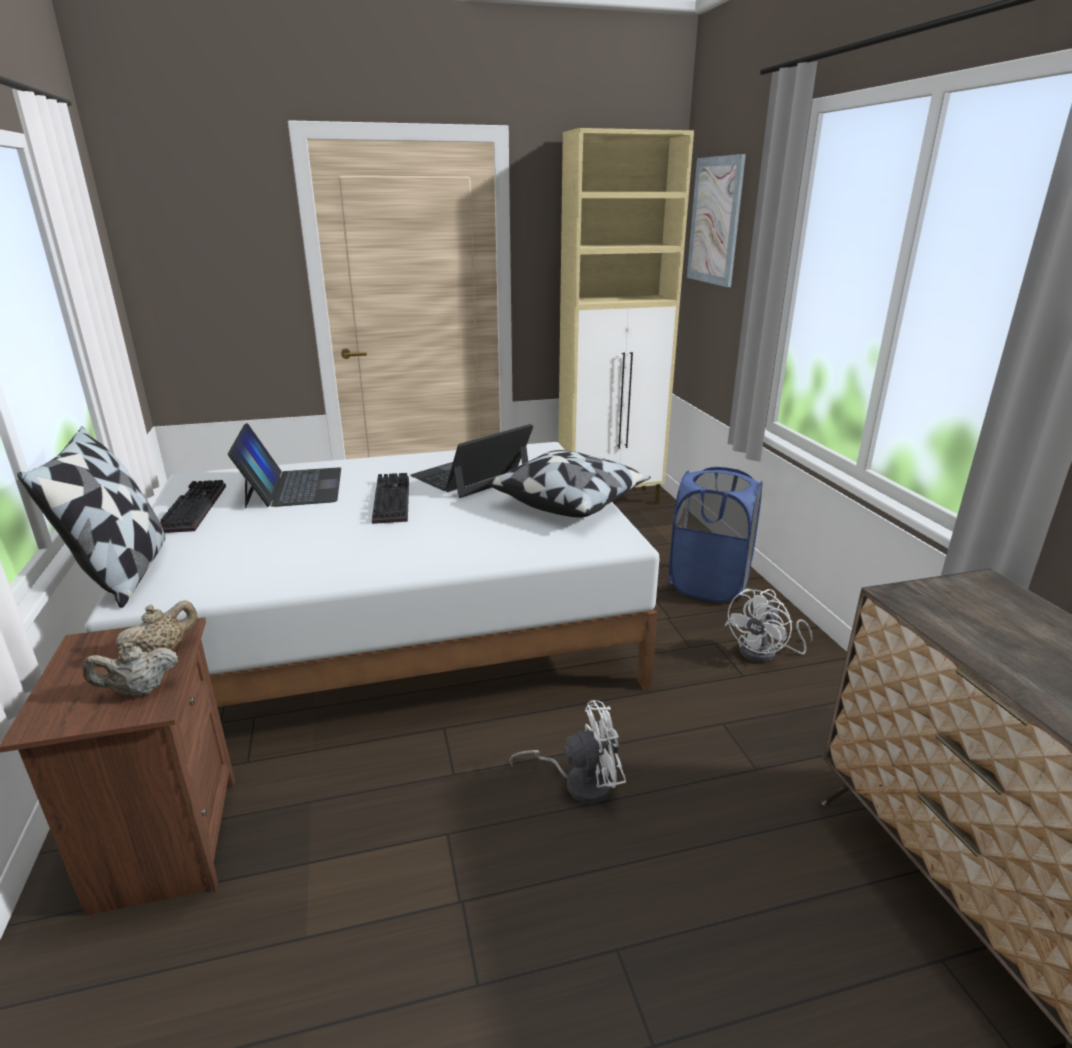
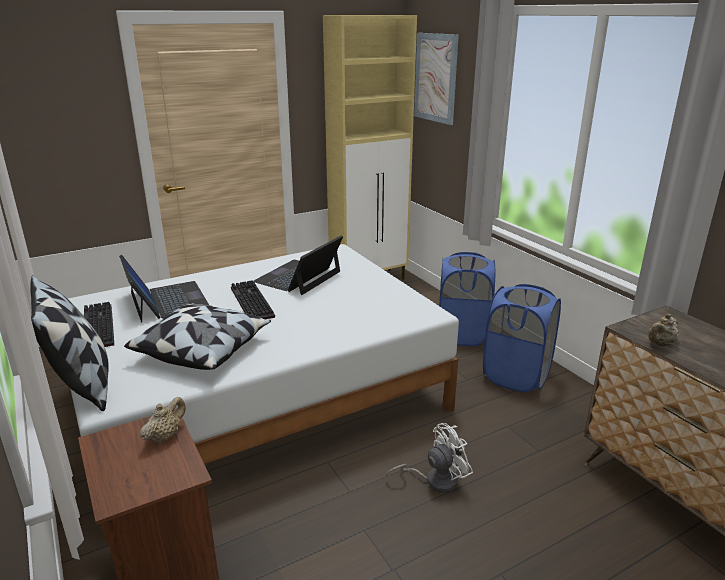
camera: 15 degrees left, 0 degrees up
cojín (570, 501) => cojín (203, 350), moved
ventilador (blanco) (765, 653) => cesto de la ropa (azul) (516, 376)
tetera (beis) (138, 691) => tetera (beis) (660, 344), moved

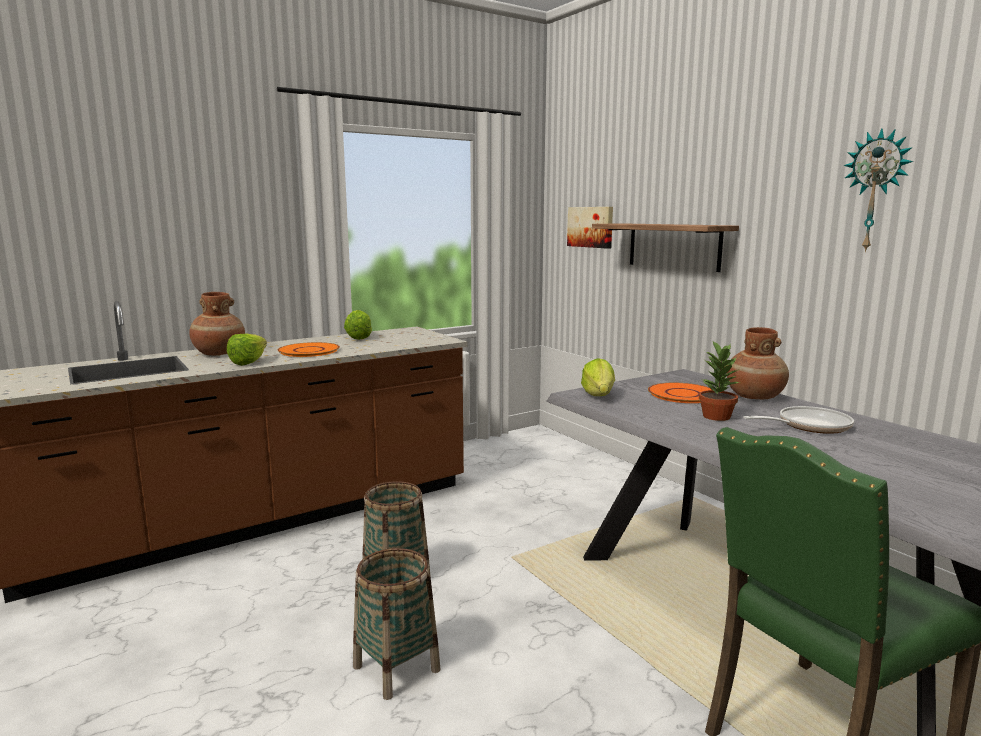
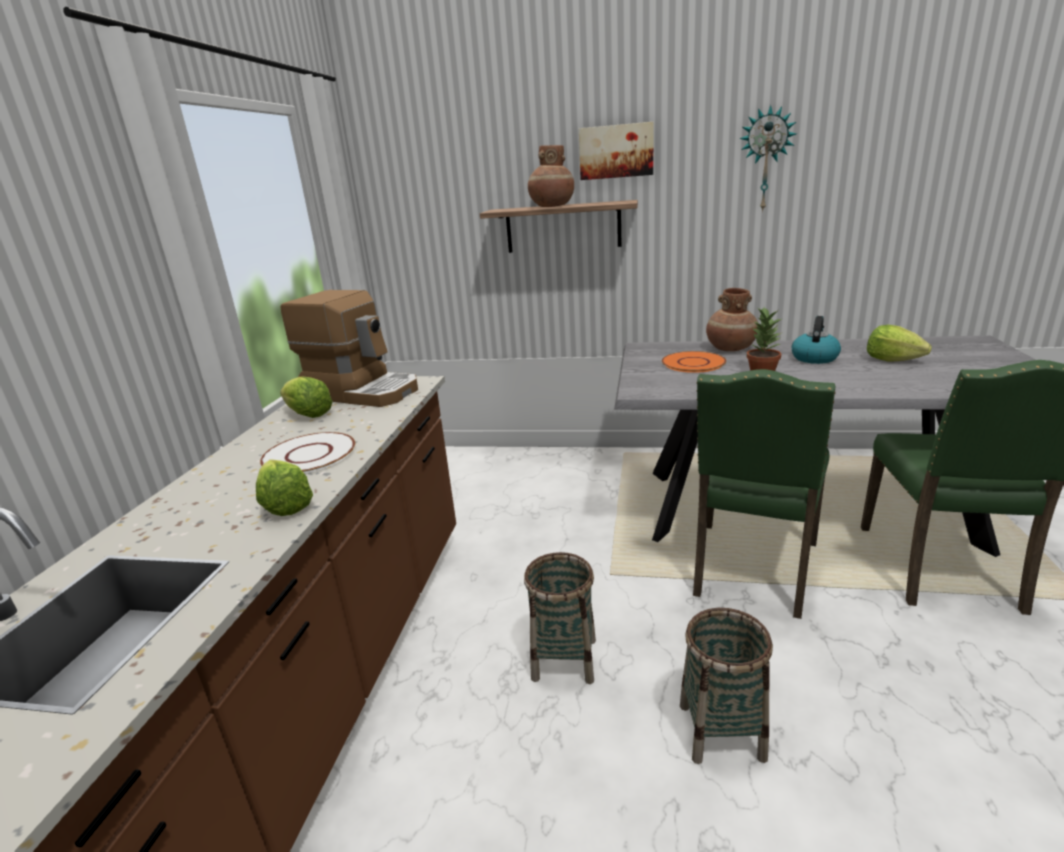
camera: 45 degrees left, 10 degrees up
plato (naranja) (308, 351) => plato (blanco) (309, 455)
nothing => cafetera (363, 391)
florero (marrón) (219, 353) => florero (marrón) (551, 206), moved
cuadro (591, 227) => cuadro (616, 151), moved
nothing => silla (verde) (752, 570)
sartén (808, 426) => hervidor (814, 358)
lechuga (598, 395) => lechuga (892, 360), moved

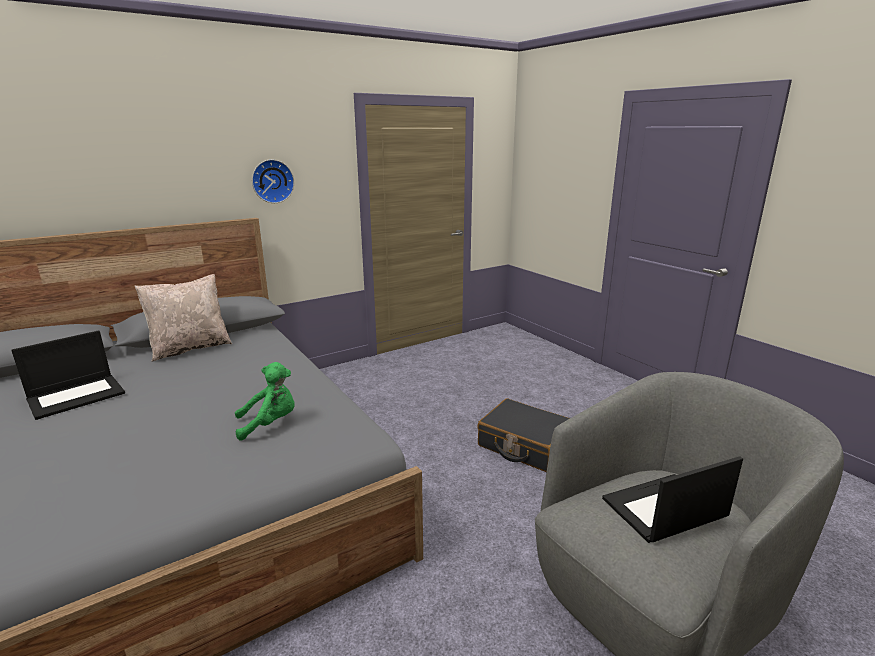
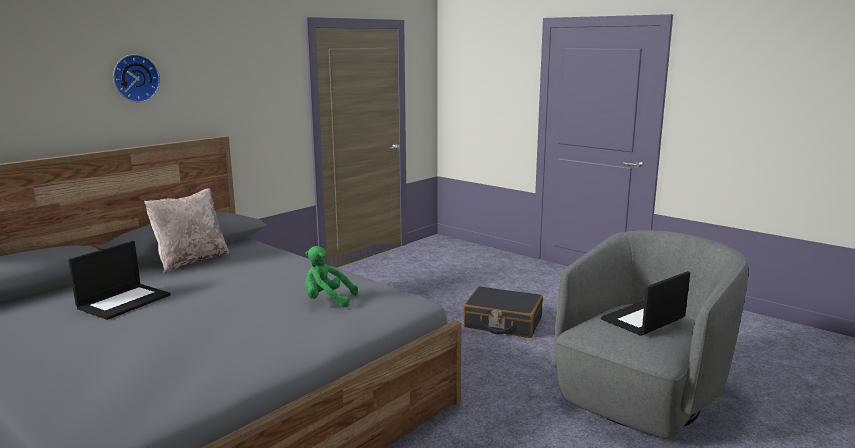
camera: 15 degrees left, 5 degrees down
reloj de pared (272, 181) => reloj de pared (135, 78), moved
peluche (verde) (270, 423) => peluche (verde) (327, 300), 135 degrees counterclockwise

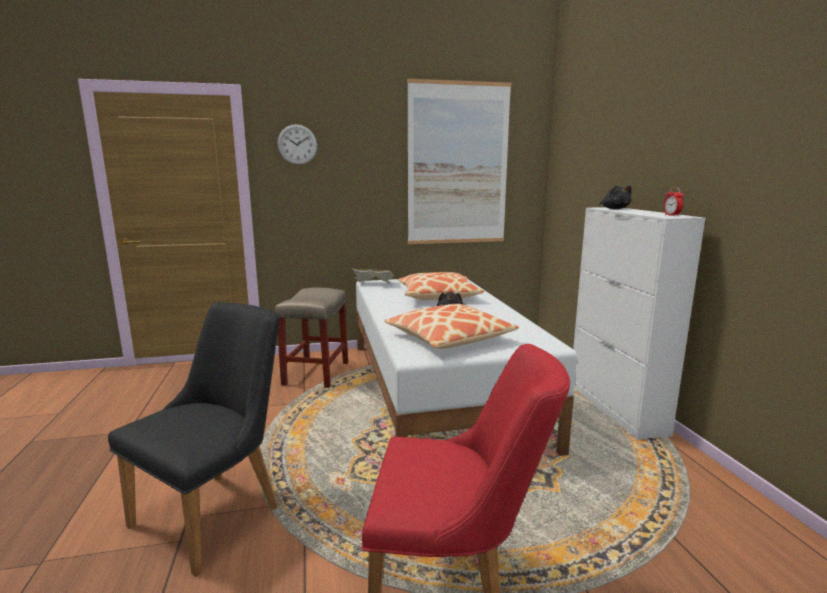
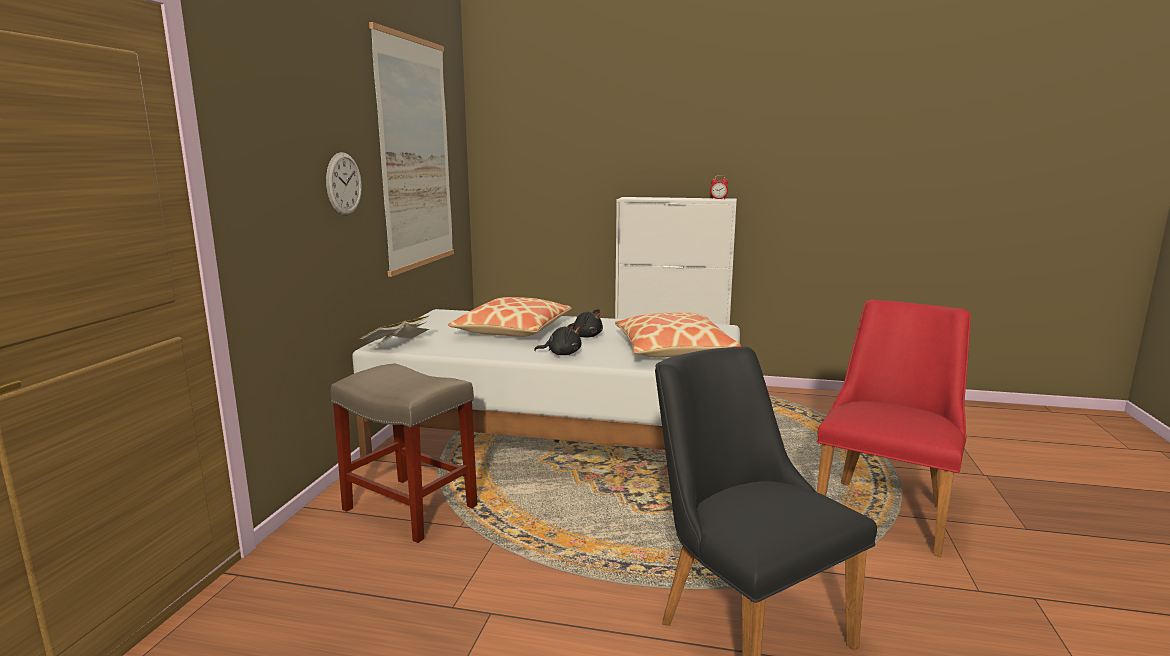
camera: 65 degrees left, 0 degrees up
reloj de pared (297, 144) => reloj de pared (344, 184), moved
peluche (negro) (614, 209) => peluche (negro) (561, 354), moved

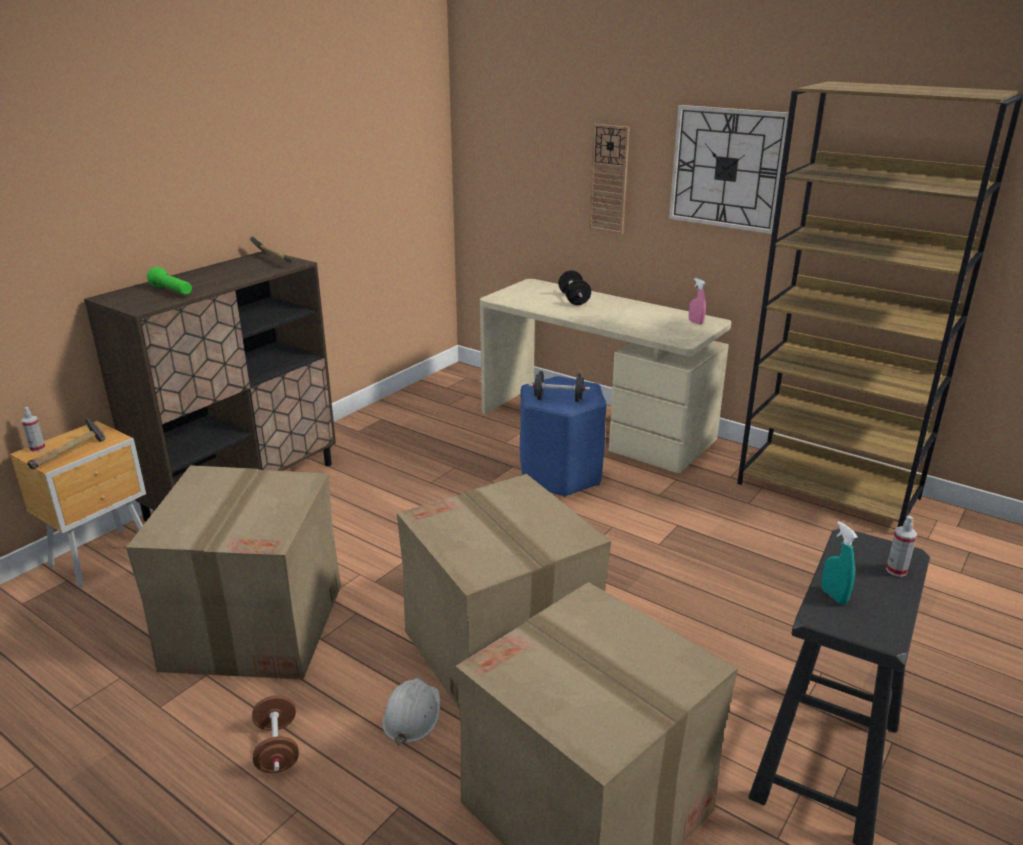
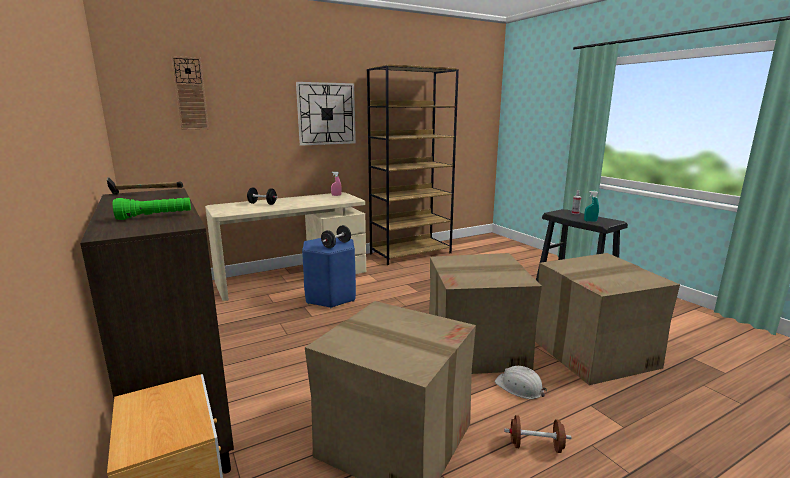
camera: 65 degrees left, 10 degrees down
reloj de pared (609, 179) => reloj de pared (190, 94), moved
pulverizador (37, 448) => nothing
martillo (70, 455) => nothing

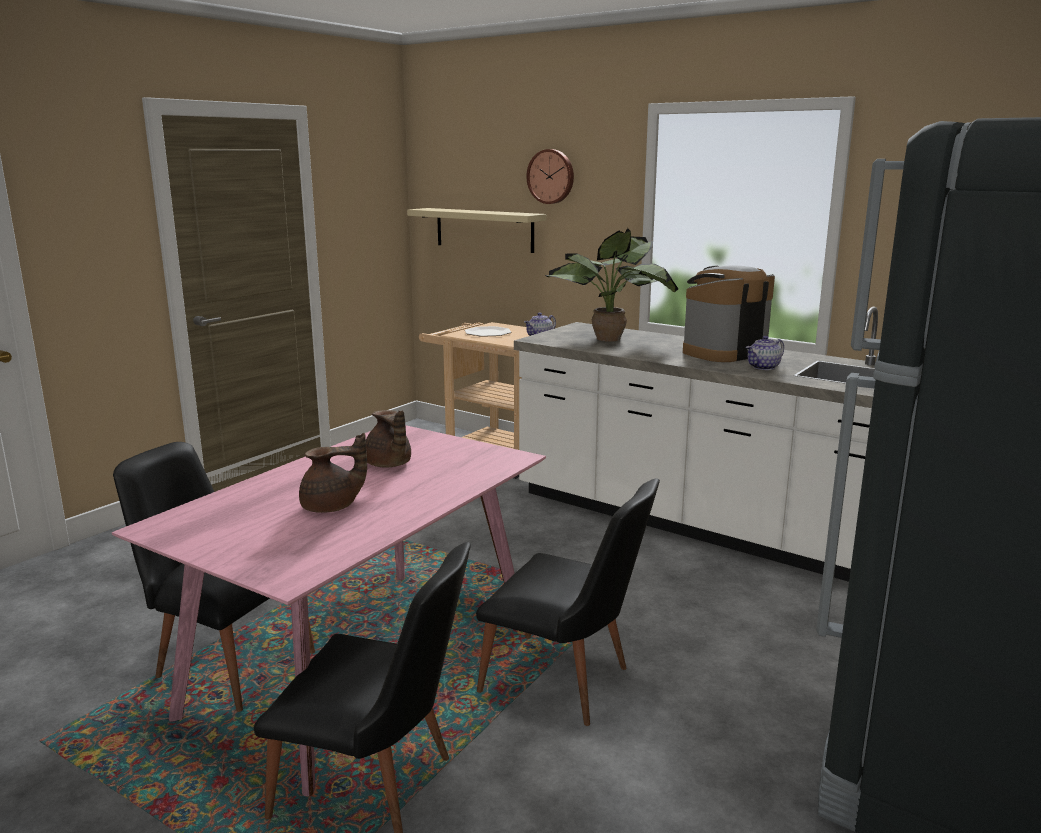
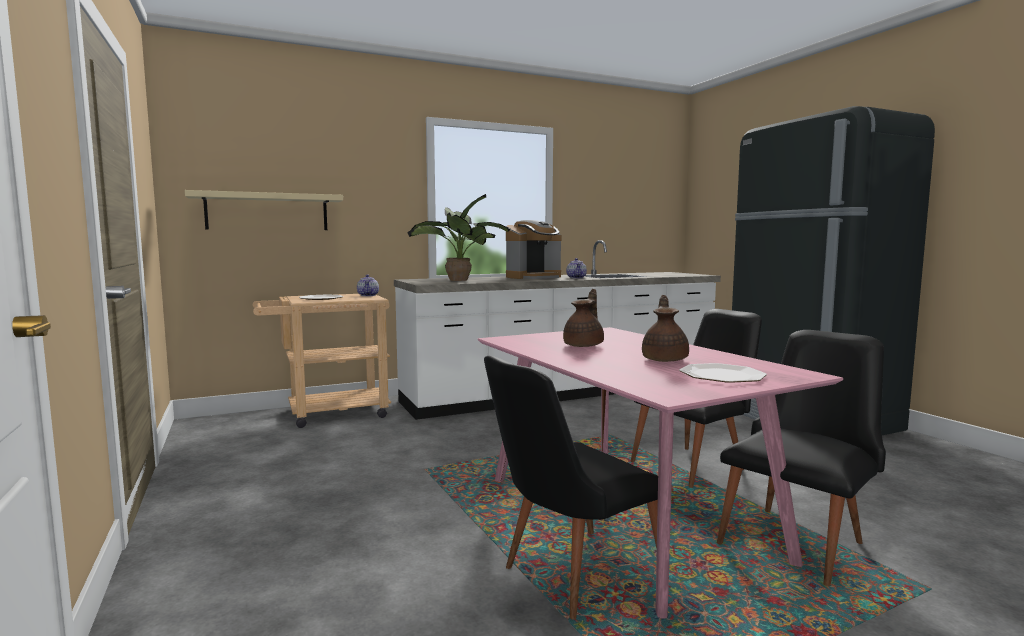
camera: 60 degrees left, 10 degrees down
cafetera (723, 352) => cafetera (534, 277), 120 degrees counterclockwise
tetera (marrón) (388, 465) => tetera (marrón) (584, 345), 60 degrees counterclockwise
nothing => plato (722, 375)
reloj de pared (551, 176) => nothing

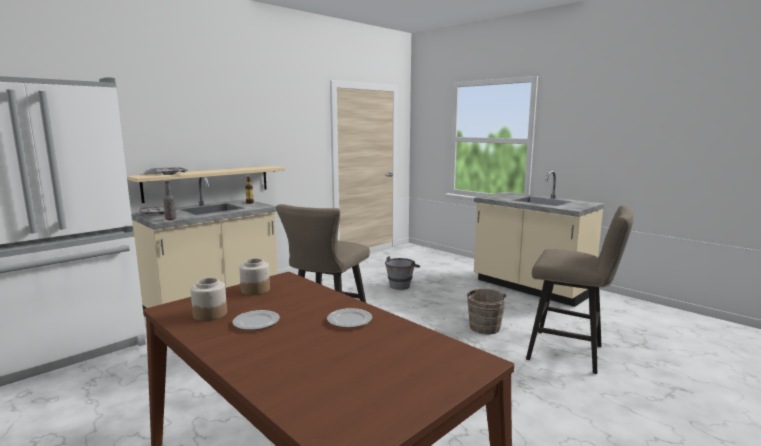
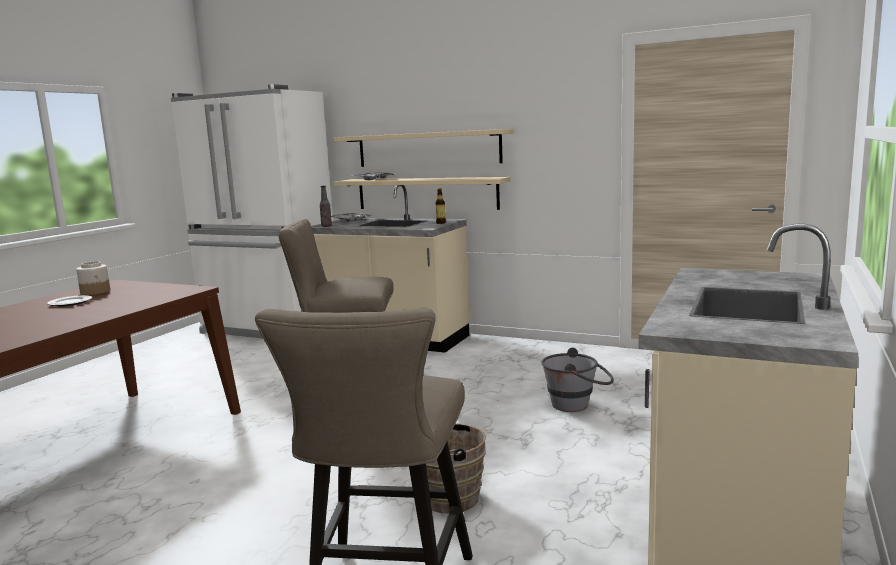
camera: 70 degrees right, 0 degrees up
nothing => estante (beis) (428, 149)
tarro (255, 290) => nothing
plato (350, 320) => nothing

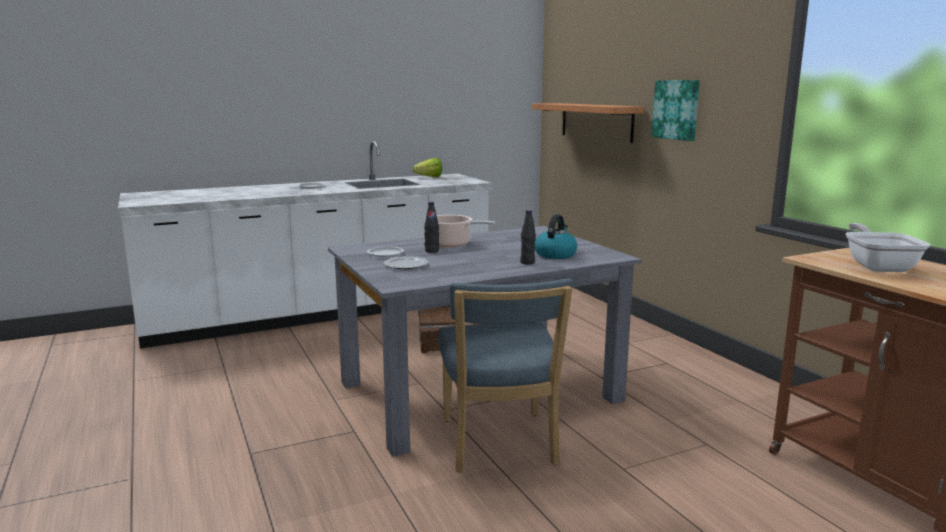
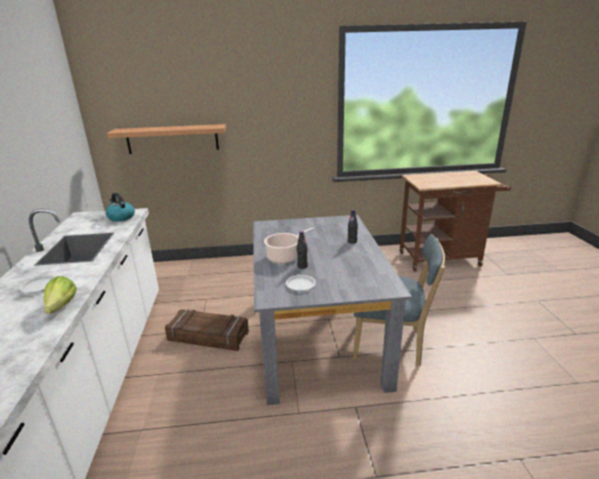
camera: 70 degrees left, 10 degrees up
lechuga (426, 177) => lechuga (59, 309), moved
hervidor (555, 254) => hervidor (121, 217), moved
plato (406, 265) => nothing
cuadro (677, 109) => nothing
sartén (878, 266) => nothing

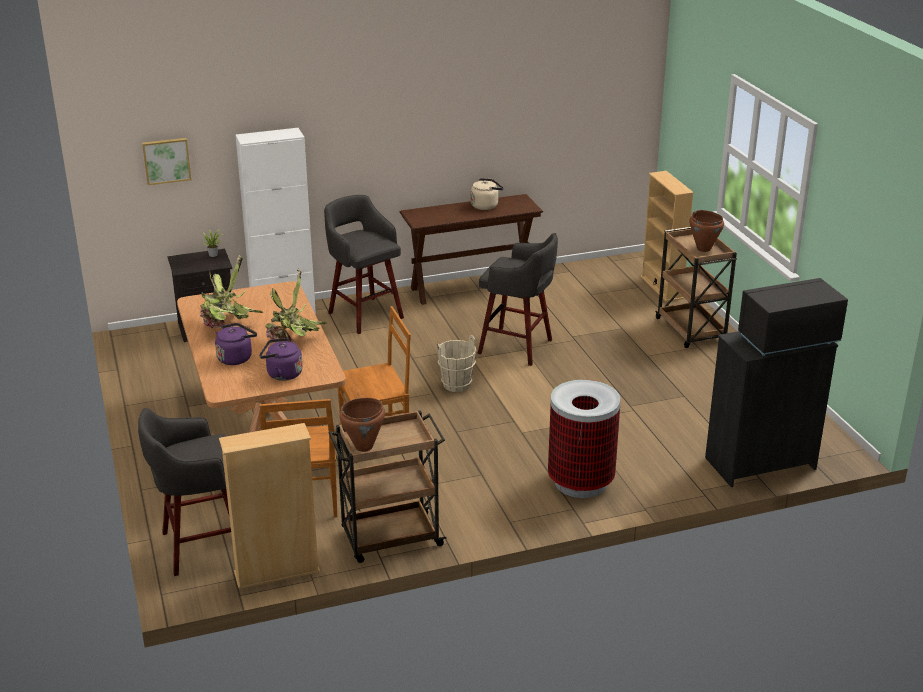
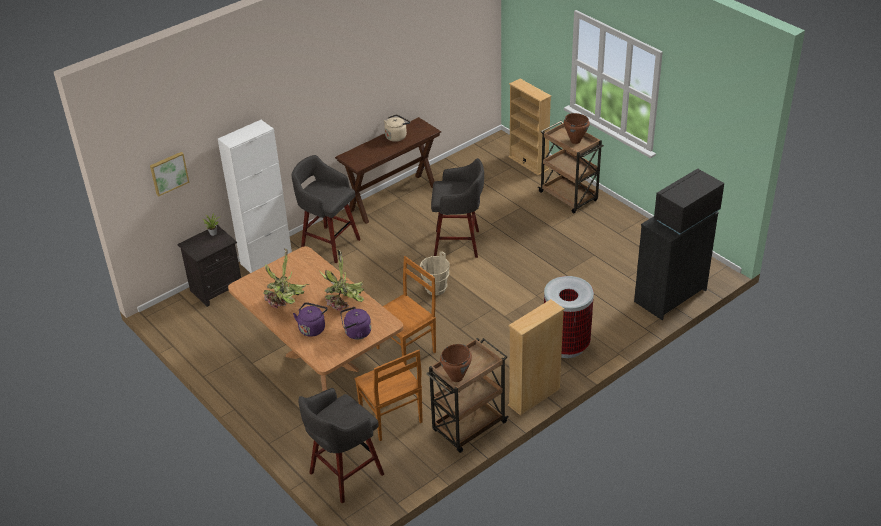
camera: 20 degrees left, 10 degrees up
estantería (beis) (277, 572) => estantería (beis) (534, 397), moved

